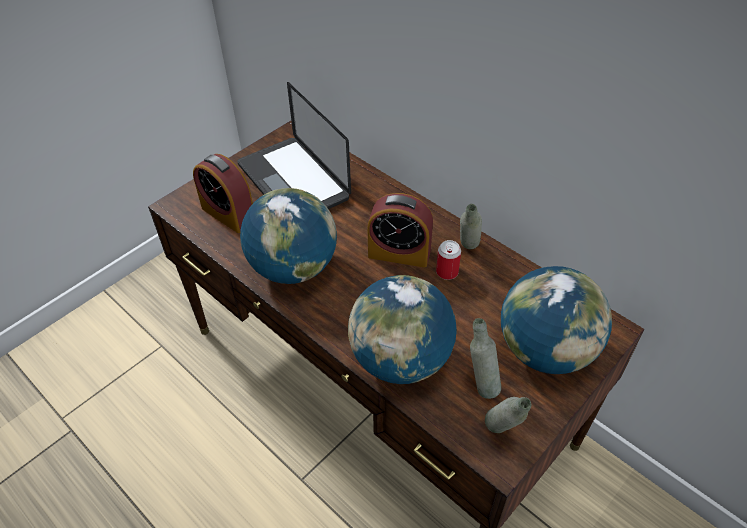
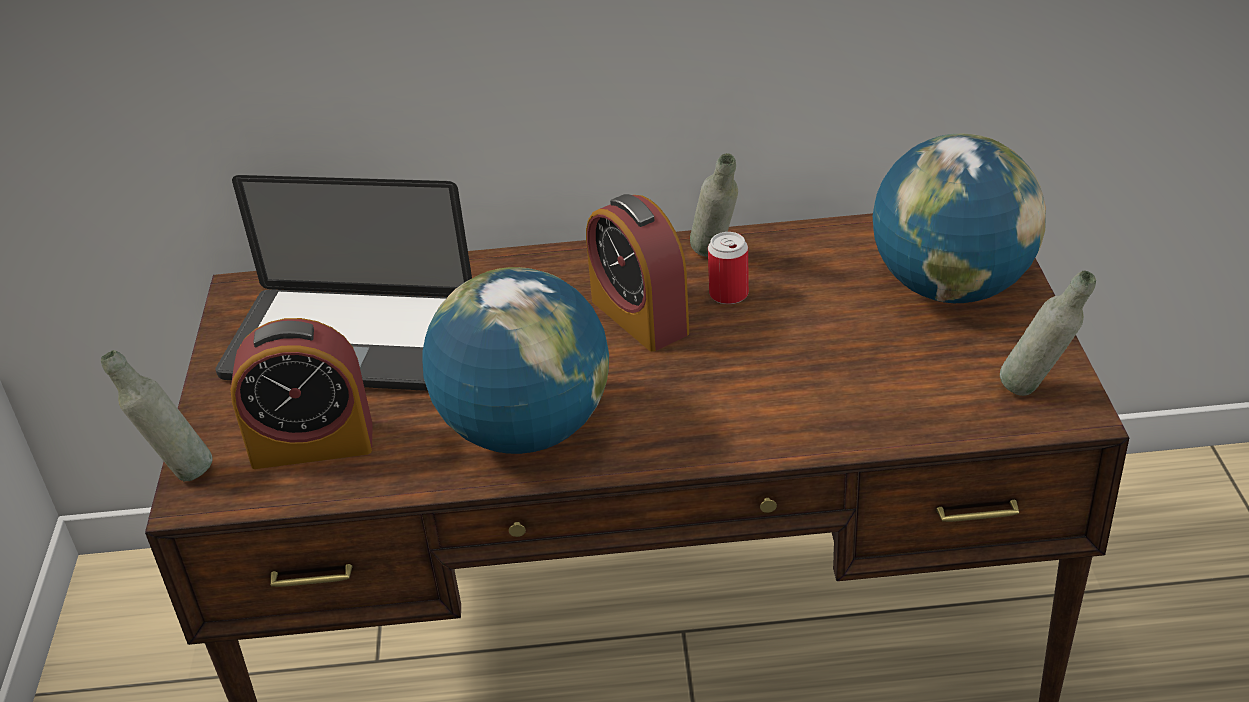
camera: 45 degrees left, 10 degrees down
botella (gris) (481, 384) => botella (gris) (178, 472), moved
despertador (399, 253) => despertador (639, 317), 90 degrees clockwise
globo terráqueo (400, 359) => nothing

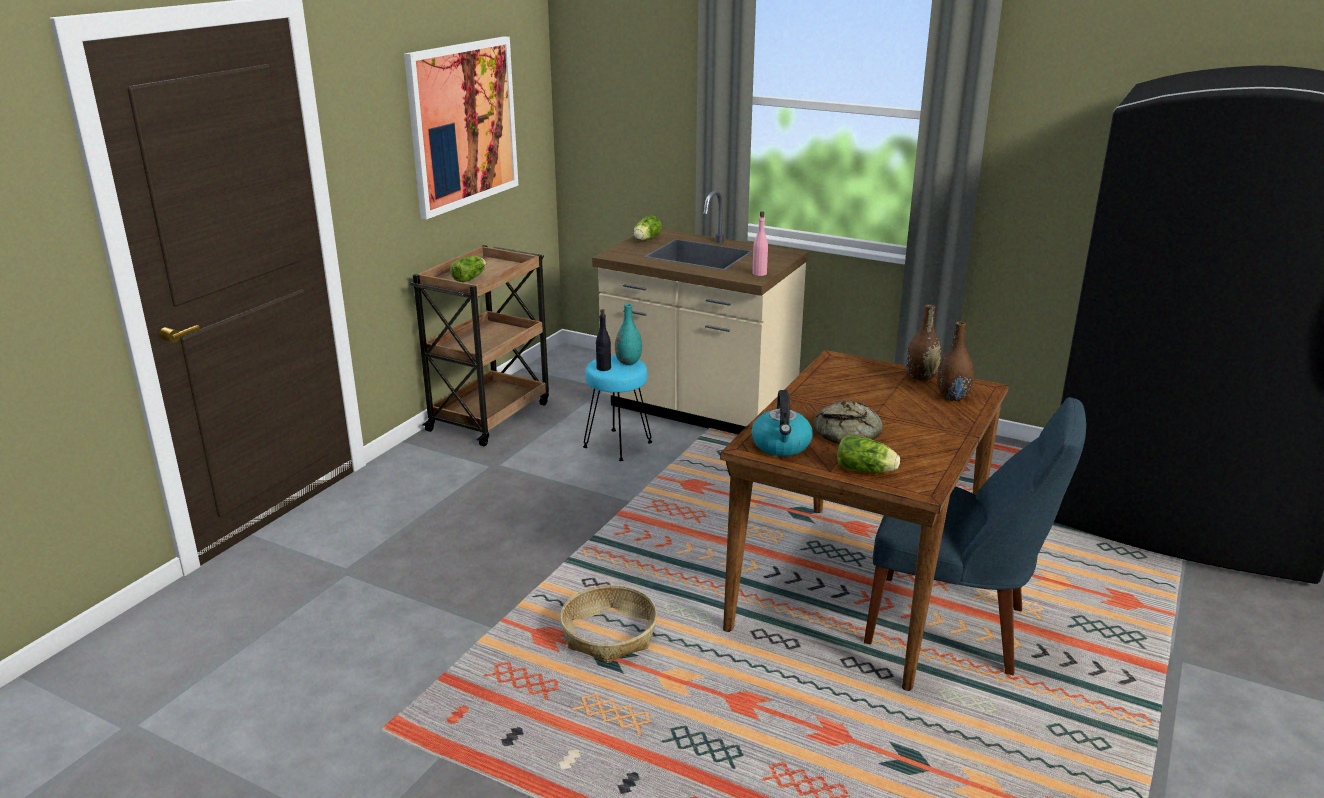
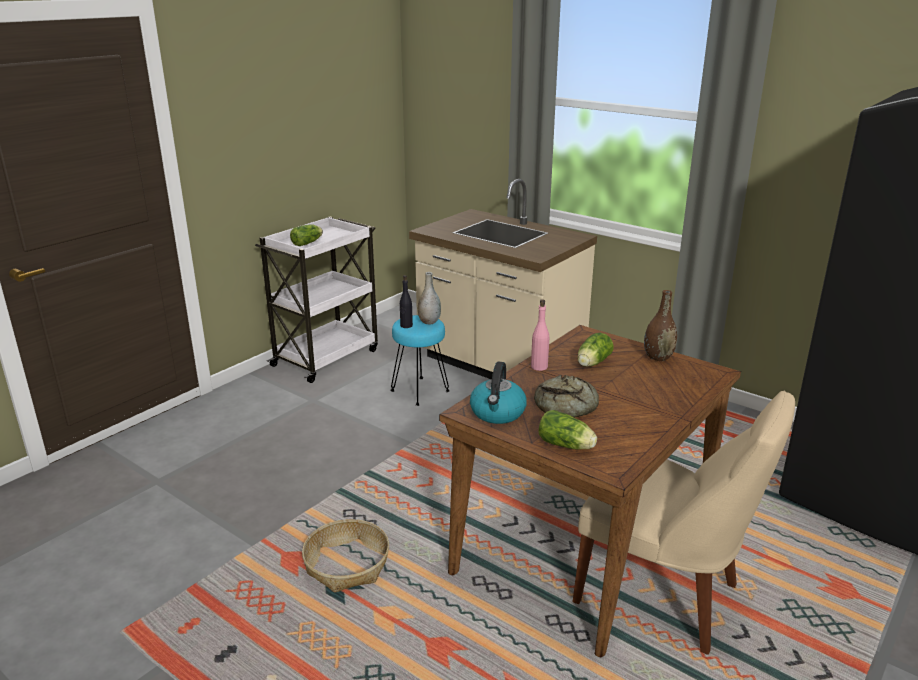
camera: 10 degrees right, 0 degrees up
carrito (marrón) (490, 415) => carrito (blanco) (327, 357)
florero (turquesa) (628, 362) => florero (gris) (429, 322)
botella (rosa) (759, 273) => botella (rosa) (539, 367), moved
silla (azul) (954, 627) => silla (beis) (664, 596)
lechuga (645, 239) => lechuga (592, 363), moved
cuadro (463, 124) => nothing
florero (marrón) (952, 397) => nothing

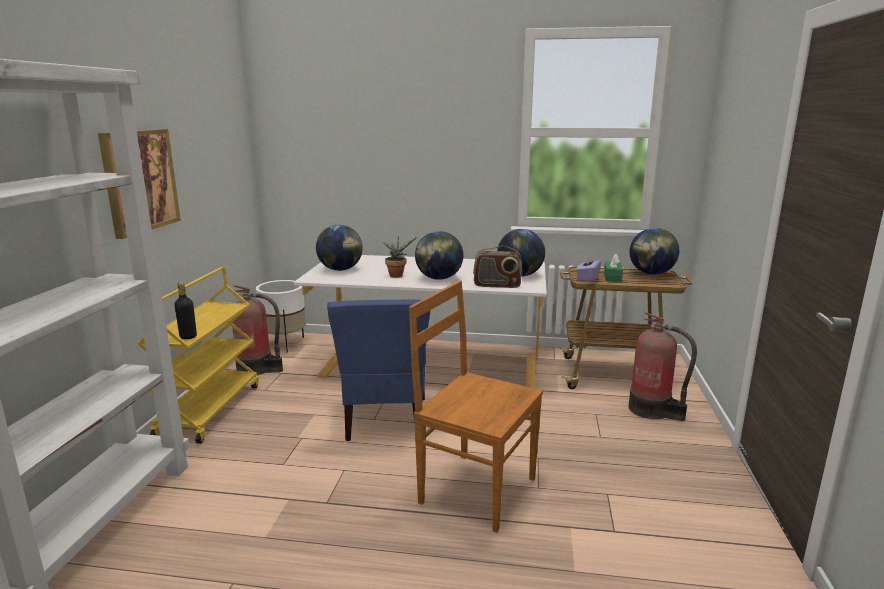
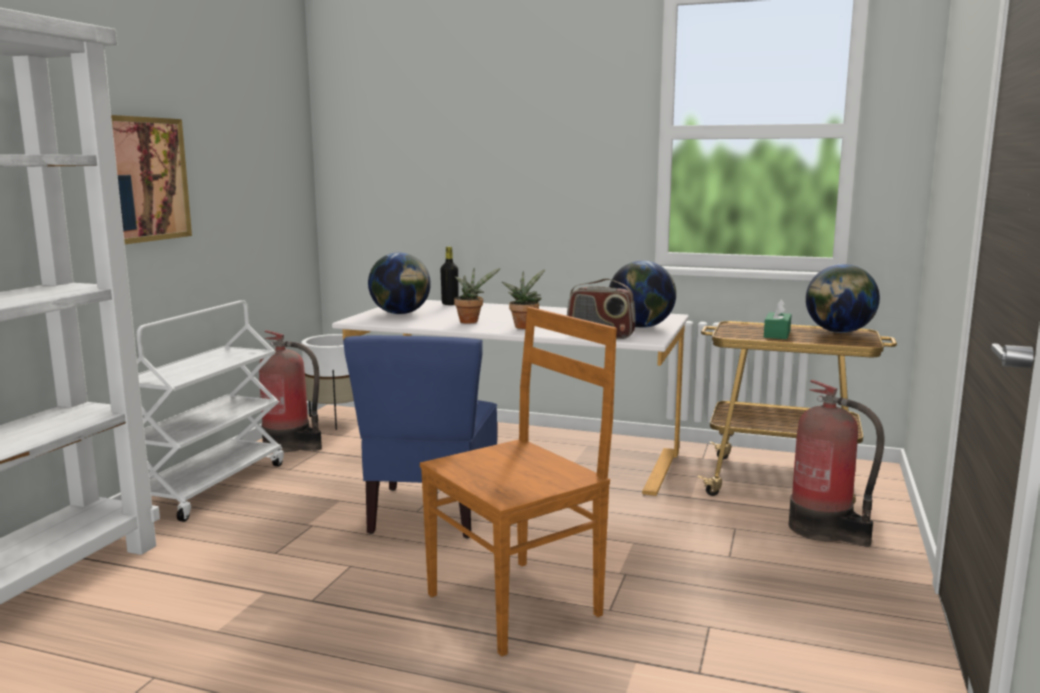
camera: 10 degrees right, 5 degrees down
carrito (amarillo) (209, 410) => carrito (blanco) (210, 486)
silla (marrón) (475, 489) => silla (marrón) (518, 603), 105 degrees clockwise
botella (negro) (188, 336) => botella (negro) (450, 304), moved
globo terráqueo (439, 278) => planta en maceta (524, 326)
caja de pañuelos (morado) (587, 278) => nothing

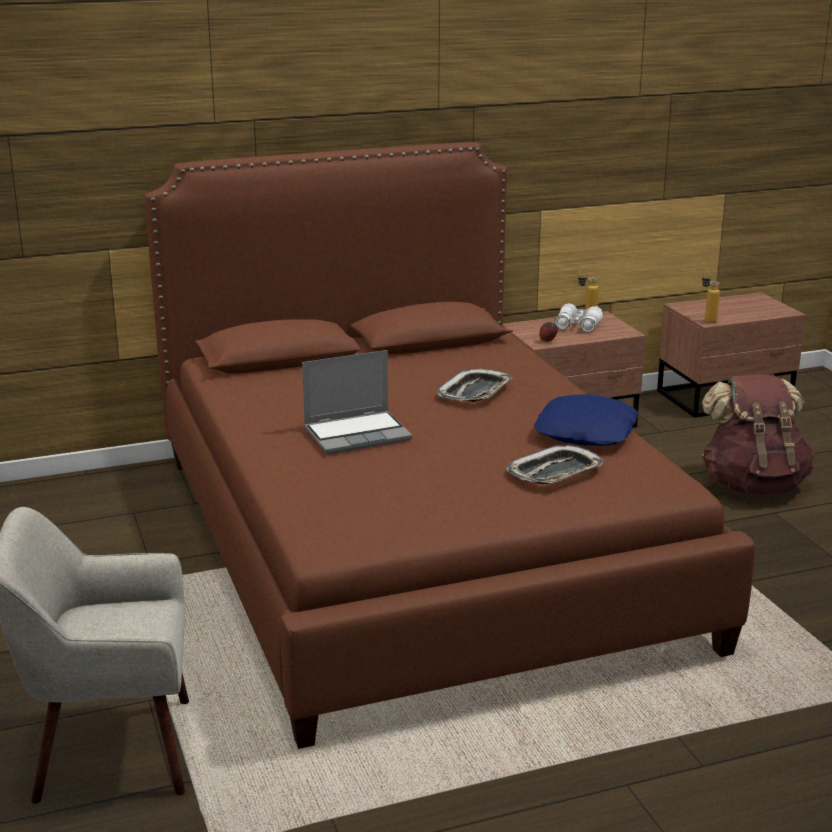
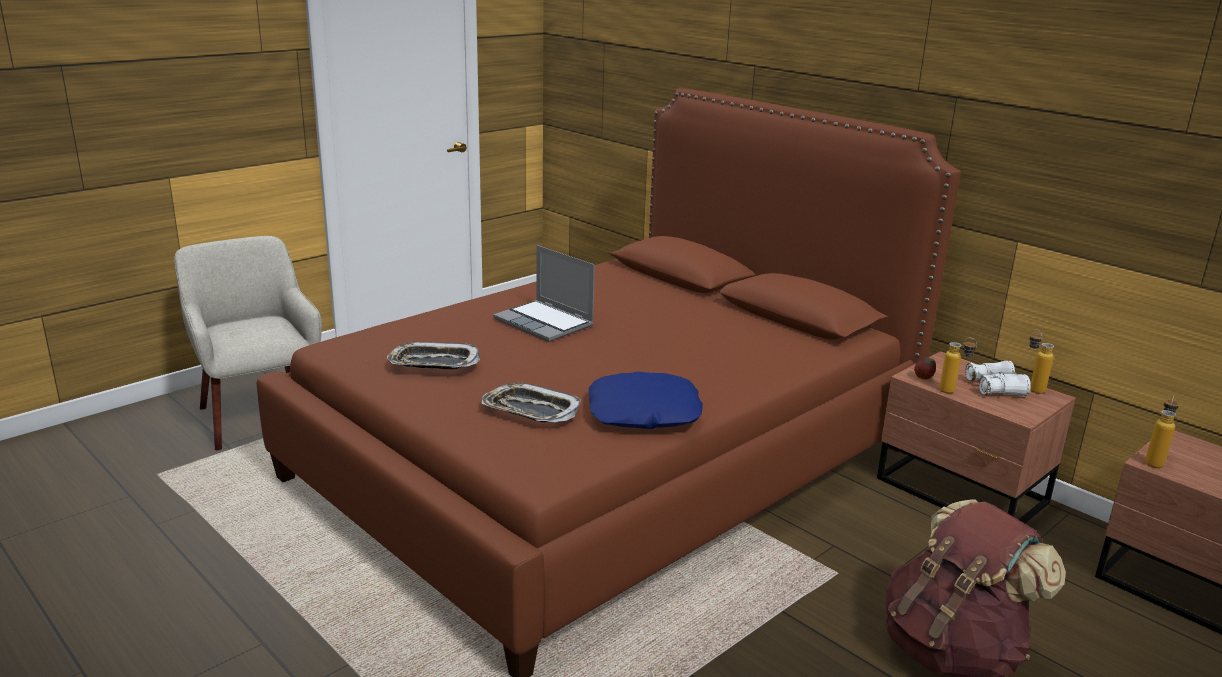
camera: 65 degrees right, 0 degrees up
bandeja (475, 392) => bandeja (433, 363), moved
nothing => botella (953, 392)

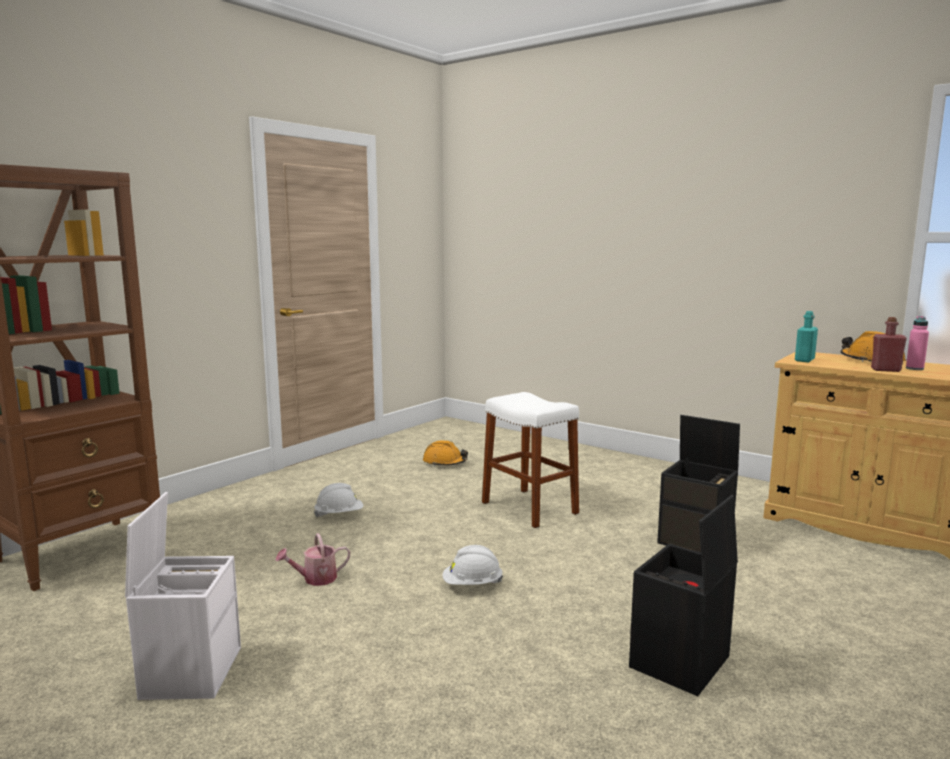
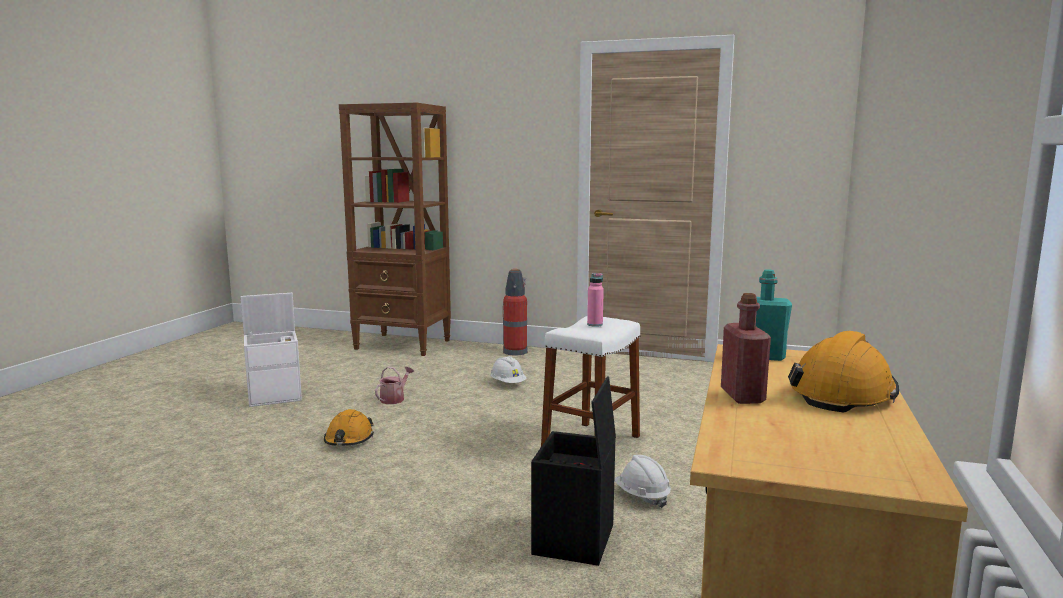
camera: 70 degrees right, 0 degrees up
casco (naranja) (444, 462) => casco (naranja) (349, 439), moved
regadera (315, 579) => regadera (394, 399), 75 degrees clockwise
nothing => extintor (515, 352)
botella (rosa) (914, 368) => botella (rosa) (595, 324), moved
casco (blanco) (472, 585) => casco (blanco) (642, 496), moved
caja de almacenaje (negro) (680, 663) => nothing

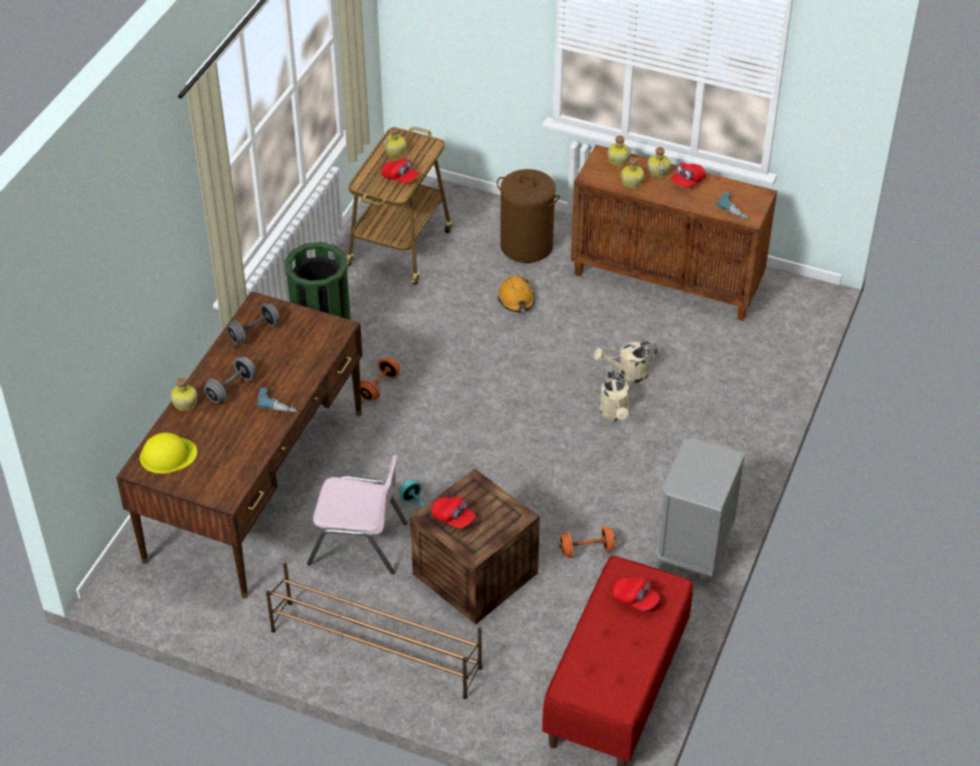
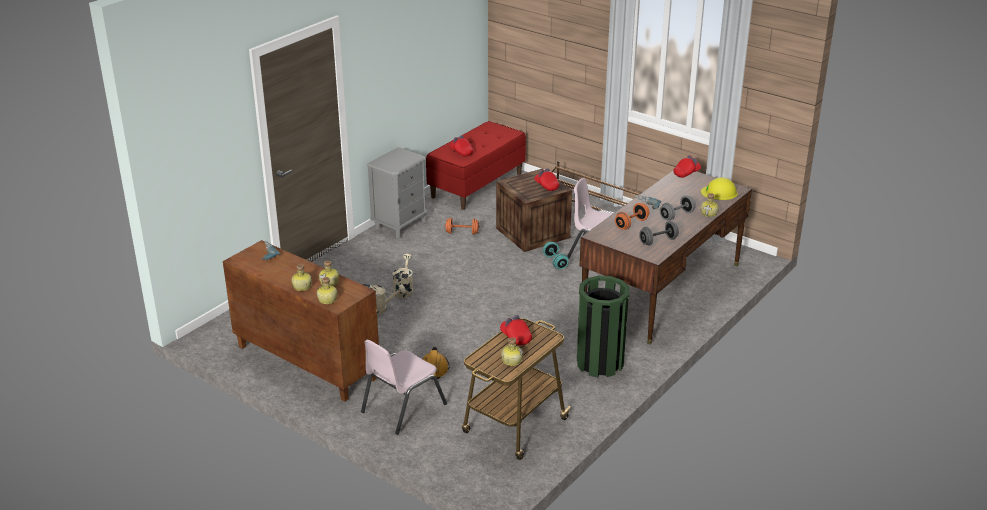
camera: 165 degrees left, 15 degrees down
cesto de la ropa (marrón) (527, 246) => silla (rosa) (402, 408)
mancuerna (naranja) (379, 387) => mancuerna (naranja) (631, 224), moved
gorra (rojo) (687, 182) => gorra (rojo) (686, 173), moved

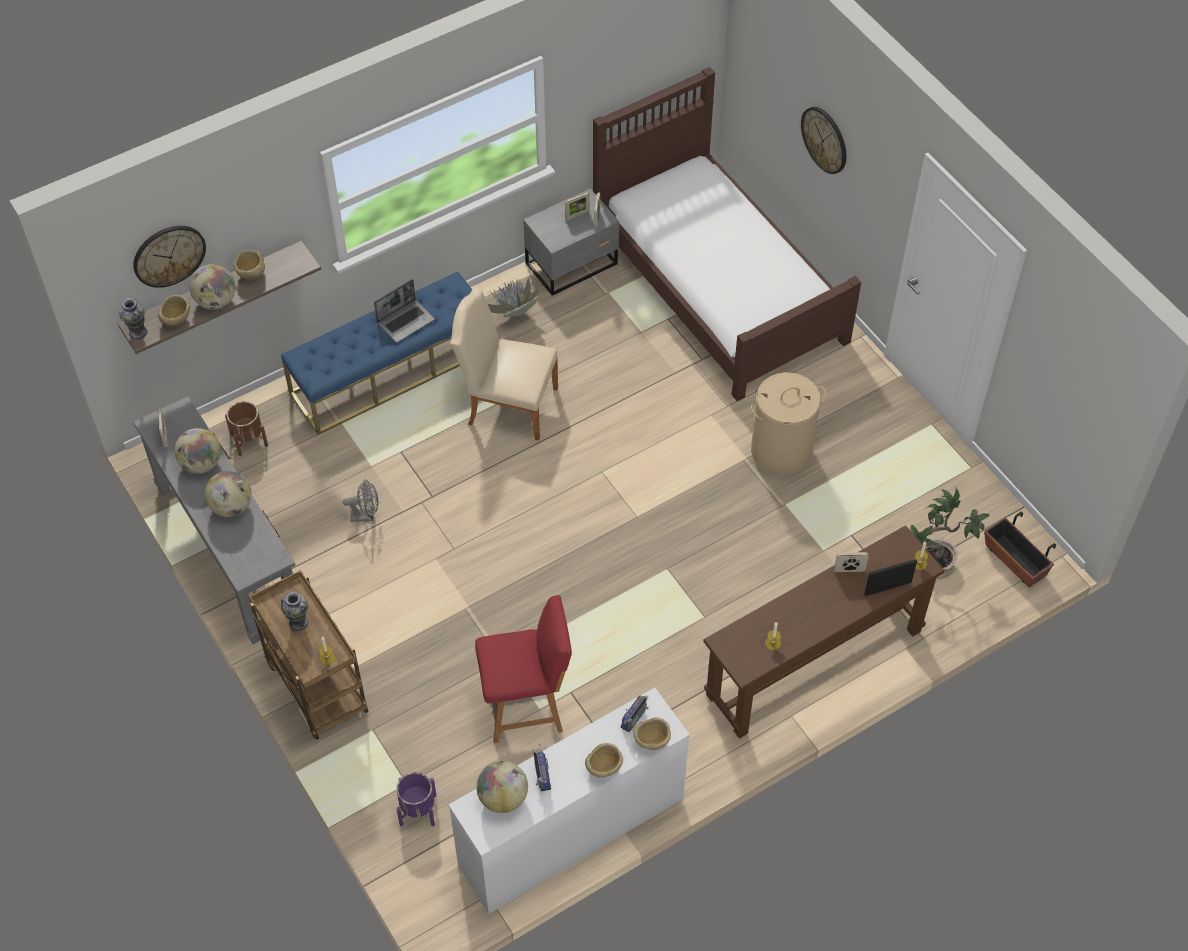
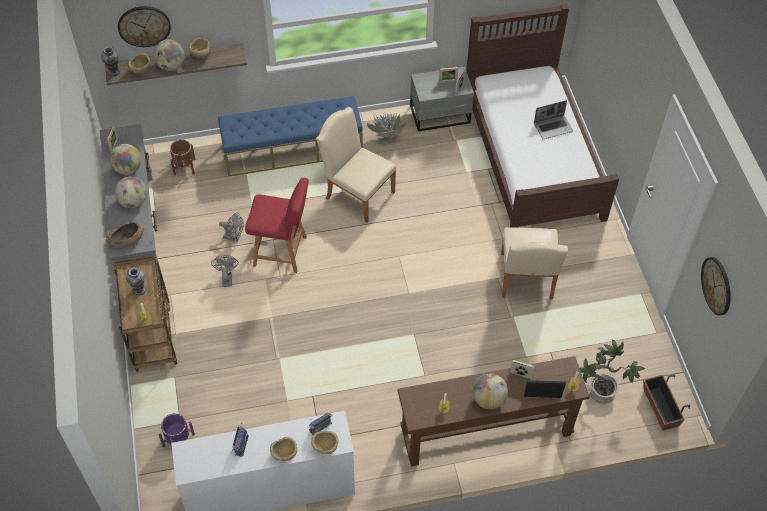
camera: 20 degrees right, 0 degrees up
nothing => cuenco (marrón) (126, 240)
nothing => ventilador (gris) (227, 278)
silla (rojo) (526, 706) => silla (rojo) (282, 251), moved
globo terráqueo (503, 797) => globo terráqueo (488, 399), moved
cesto de la ropa (beis) (781, 451) => silla (beis) (526, 280)
portátil (406, 321) => portátil (553, 127), moved
reloj de pared (825, 139) => reloj de pared (717, 285), moved

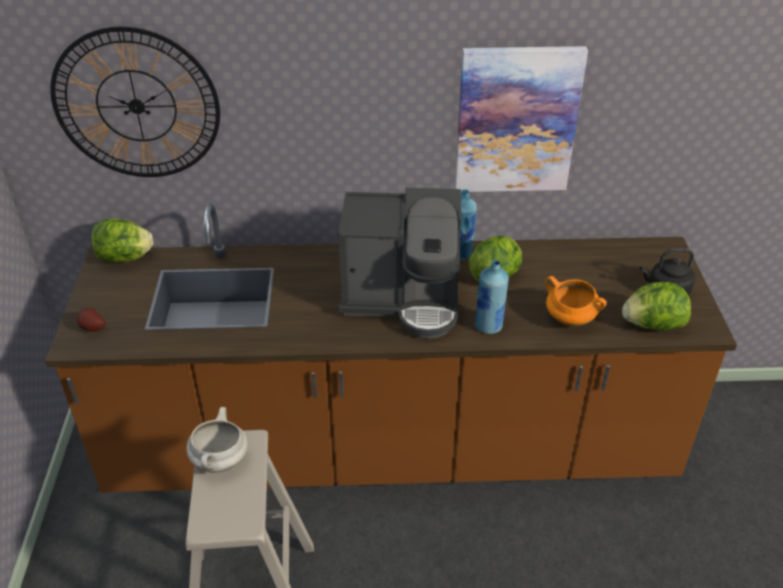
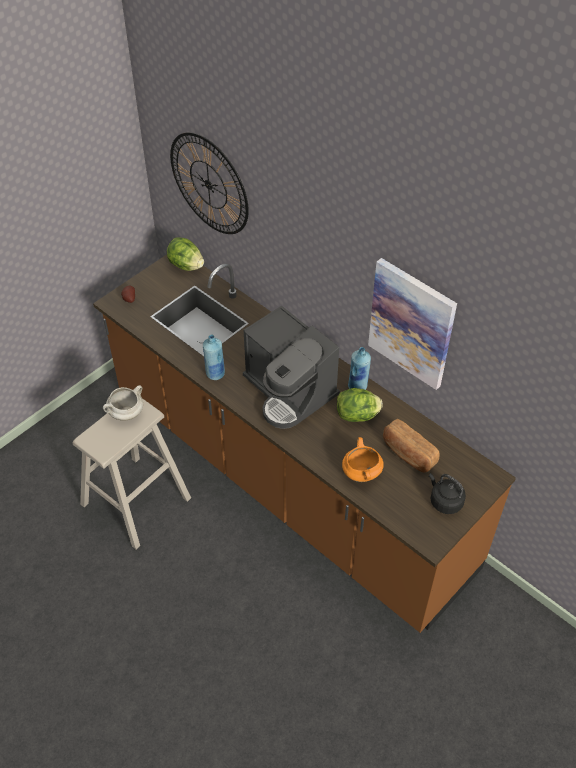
camera: 45 degrees right, 10 degrees up
botella (azul) (488, 326) => botella (azul) (215, 374), moved
nothing => pan (408, 453)
lechuga (652, 325) => nothing

